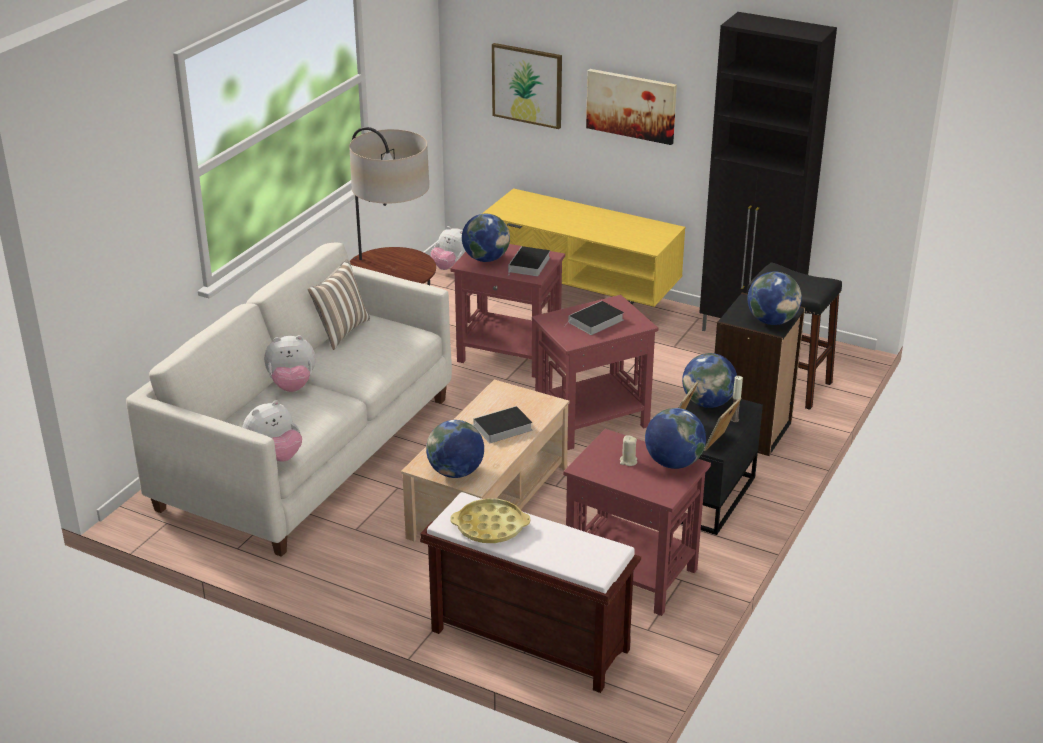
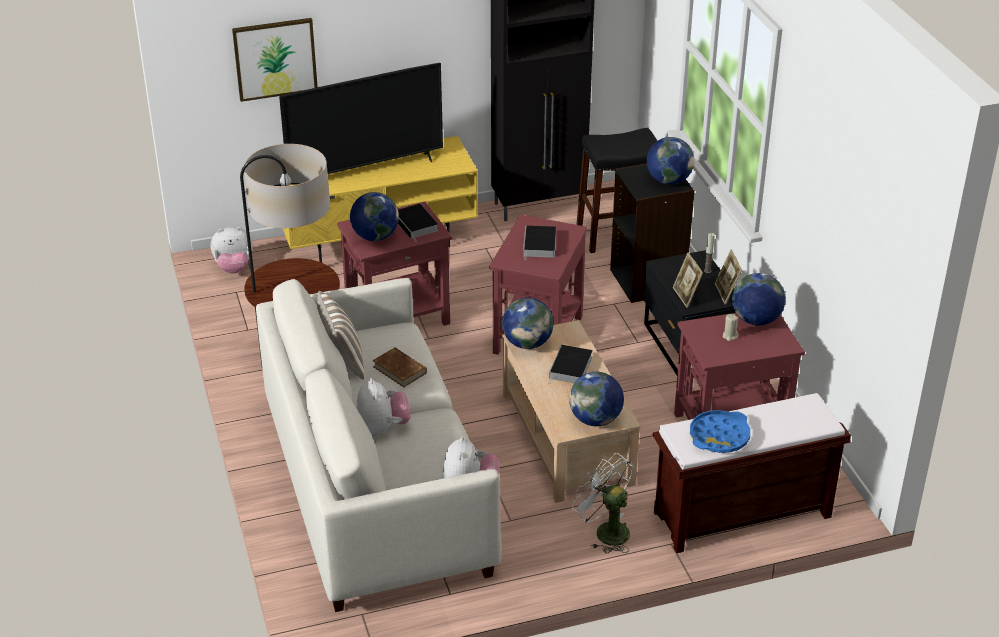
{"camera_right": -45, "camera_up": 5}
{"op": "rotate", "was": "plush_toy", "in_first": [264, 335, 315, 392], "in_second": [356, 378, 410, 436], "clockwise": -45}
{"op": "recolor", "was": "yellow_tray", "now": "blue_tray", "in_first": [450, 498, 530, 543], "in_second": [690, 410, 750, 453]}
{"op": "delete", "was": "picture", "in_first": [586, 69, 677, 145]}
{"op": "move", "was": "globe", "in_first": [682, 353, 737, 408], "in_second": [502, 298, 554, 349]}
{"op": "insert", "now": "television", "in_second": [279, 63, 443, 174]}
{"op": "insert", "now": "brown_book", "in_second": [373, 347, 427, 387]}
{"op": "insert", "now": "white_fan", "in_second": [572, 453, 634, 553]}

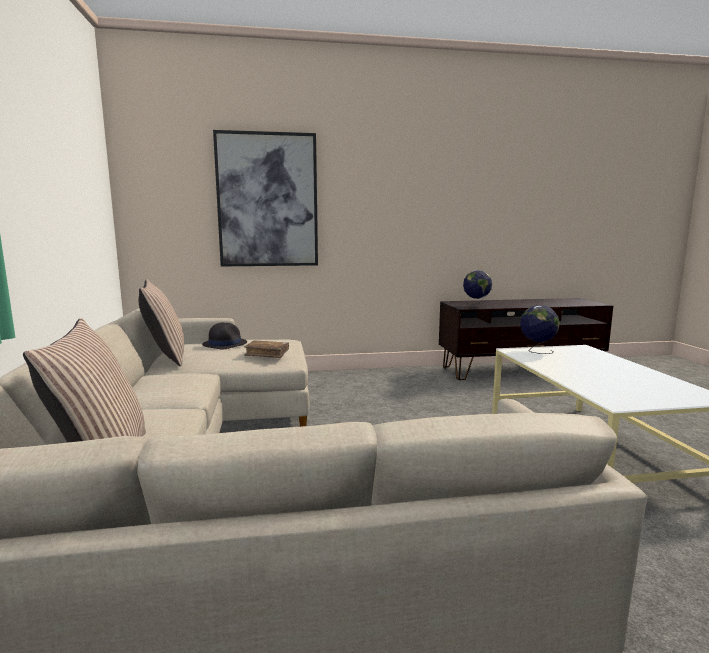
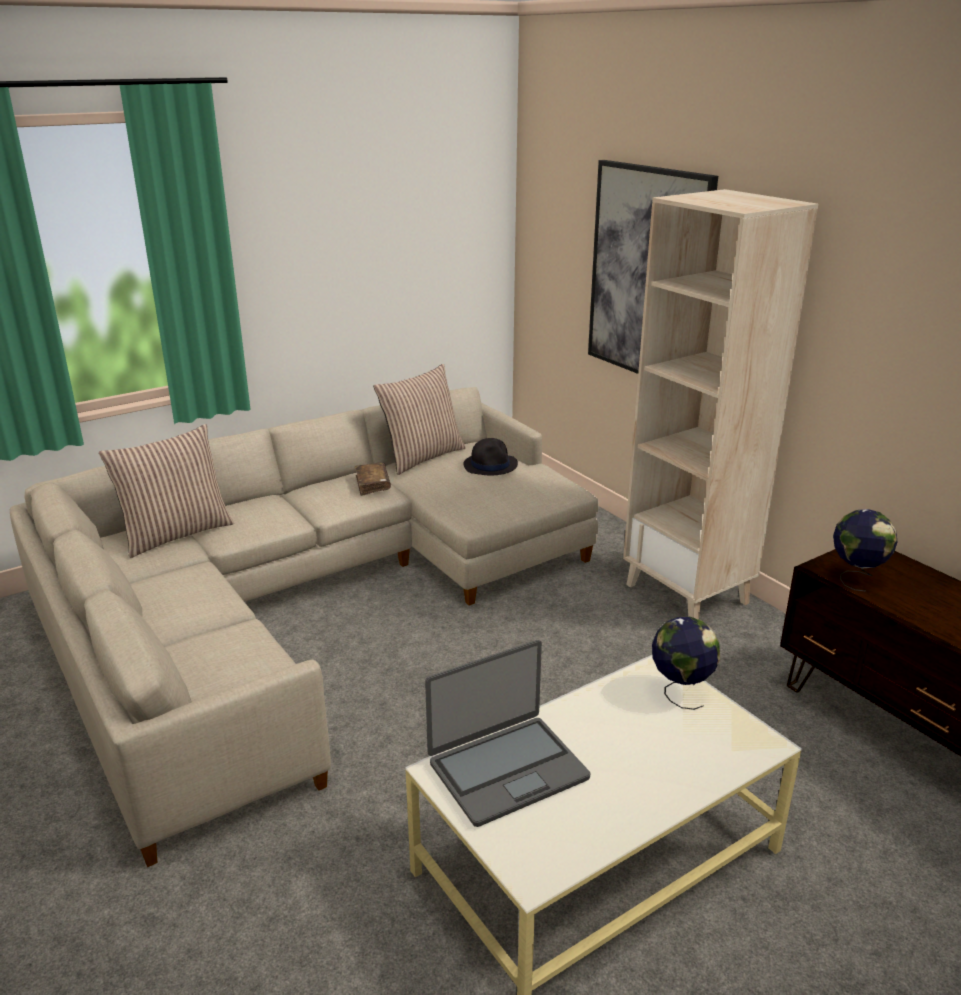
{"camera_right": 65, "camera_up": 15}
{"op": "move", "was": "brown_book", "in_first": [244, 340, 289, 358], "in_second": [355, 462, 391, 496]}
{"op": "insert", "now": "laptop", "in_second": [425, 640, 590, 827]}
{"op": "insert", "now": "beige_bookcase", "in_second": [623, 189, 818, 620]}

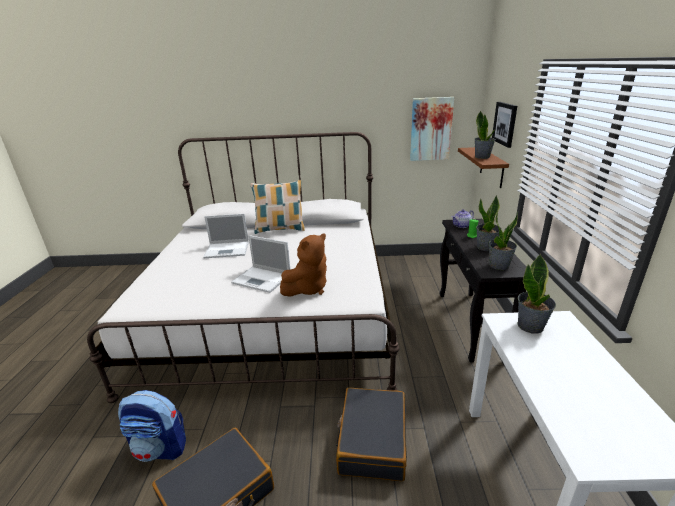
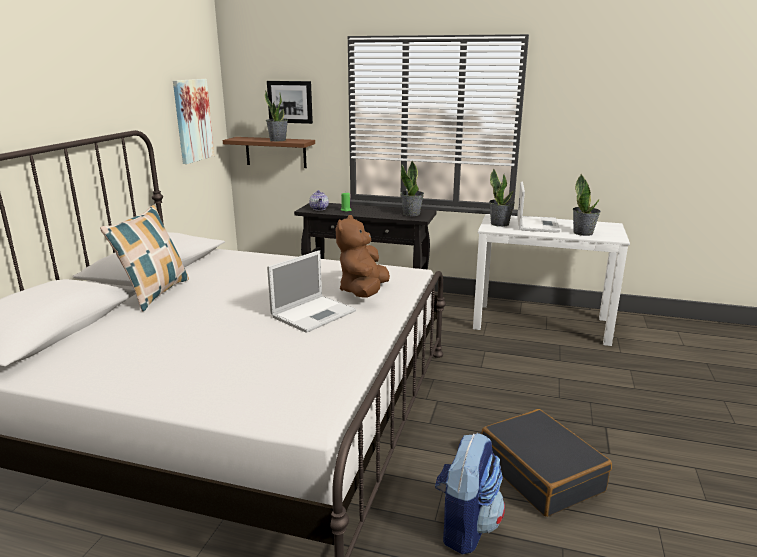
{"camera_right": -75, "camera_up": -5}
{"op": "move", "was": "laptop", "in_first": [203, 214, 249, 258], "in_second": [517, 181, 560, 233]}
{"op": "rotate", "was": "brown_plush_toy", "in_first": [280, 233, 327, 297], "in_second": [335, 215, 390, 298], "clockwise": -135}
{"op": "delete", "was": "black_suitcase", "in_first": [336, 388, 407, 481]}
{"op": "move", "was": "potted_plant", "in_first": [476, 195, 502, 251], "in_second": [573, 174, 601, 236]}

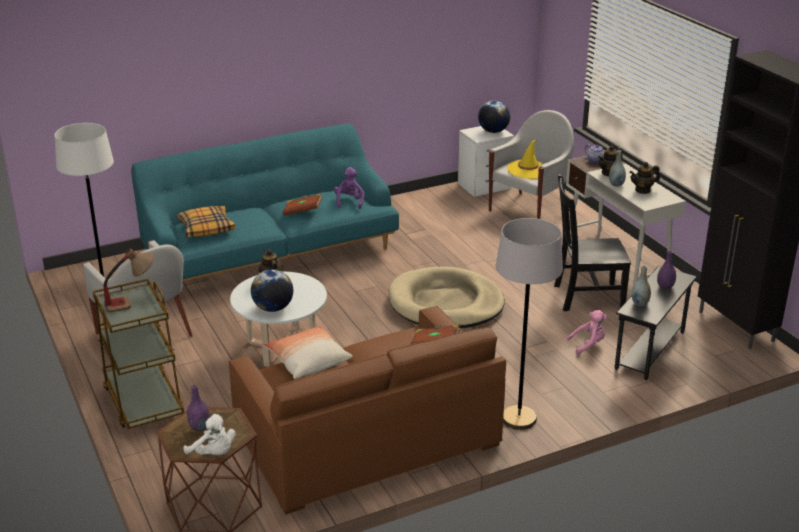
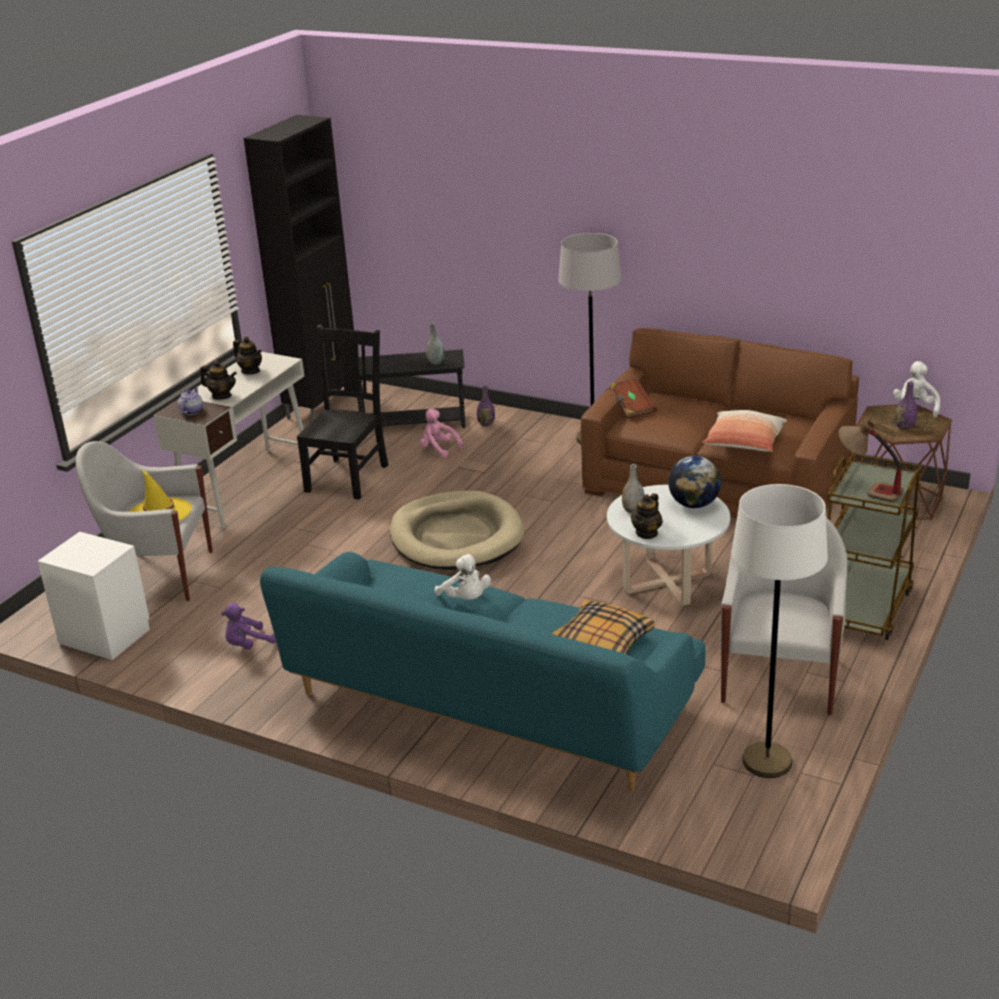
{"camera_right": -125, "camera_up": 0}
{"op": "replace", "was": "brown_book", "now": "white_plush_toy", "in_first": [283, 193, 322, 216], "in_second": [435, 554, 491, 600]}
{"op": "move", "was": "purple_plush_toy", "in_first": [334, 167, 364, 209], "in_second": [221, 603, 276, 650]}
{"op": "delete", "was": "globe", "in_first": [478, 101, 510, 133]}
{"op": "rotate", "was": "black_chair", "in_first": [554, 174, 631, 312], "in_second": [297, 325, 389, 500], "clockwise": -120}
{"op": "move", "was": "grey_vase", "in_first": [609, 150, 626, 187], "in_second": [622, 464, 645, 514]}
{"op": "move", "was": "purple_vase", "in_first": [657, 251, 676, 289], "in_second": [477, 386, 495, 426]}

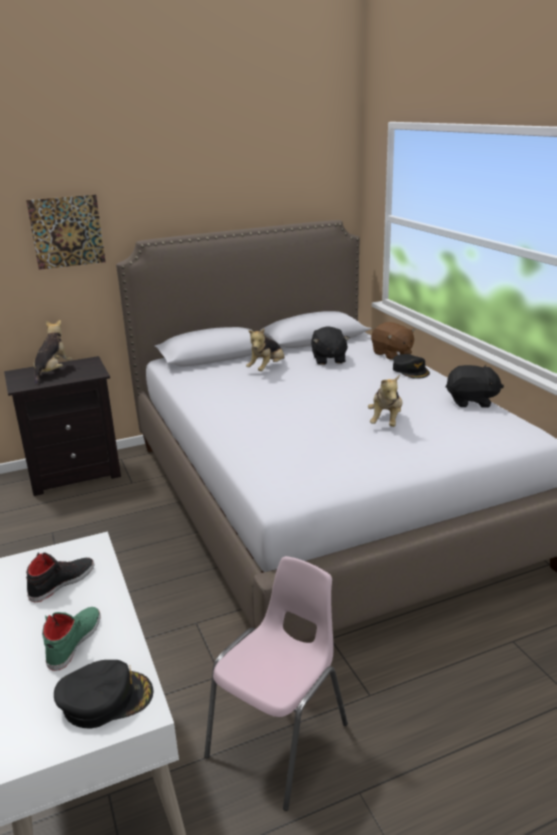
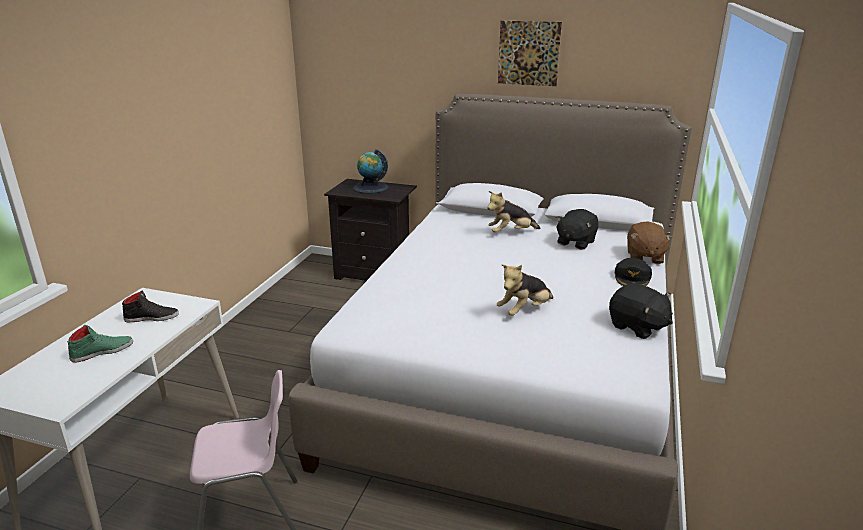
{"camera_right": 40, "camera_up": 0}
{"op": "move", "was": "picture", "in_first": [26, 195, 106, 270], "in_second": [498, 21, 562, 86]}
{"op": "replace", "was": "plush_toy", "now": "globe", "in_first": [34, 320, 72, 385], "in_second": [353, 149, 389, 194]}
{"op": "delete", "was": "black_cap", "in_first": [54, 660, 153, 728]}

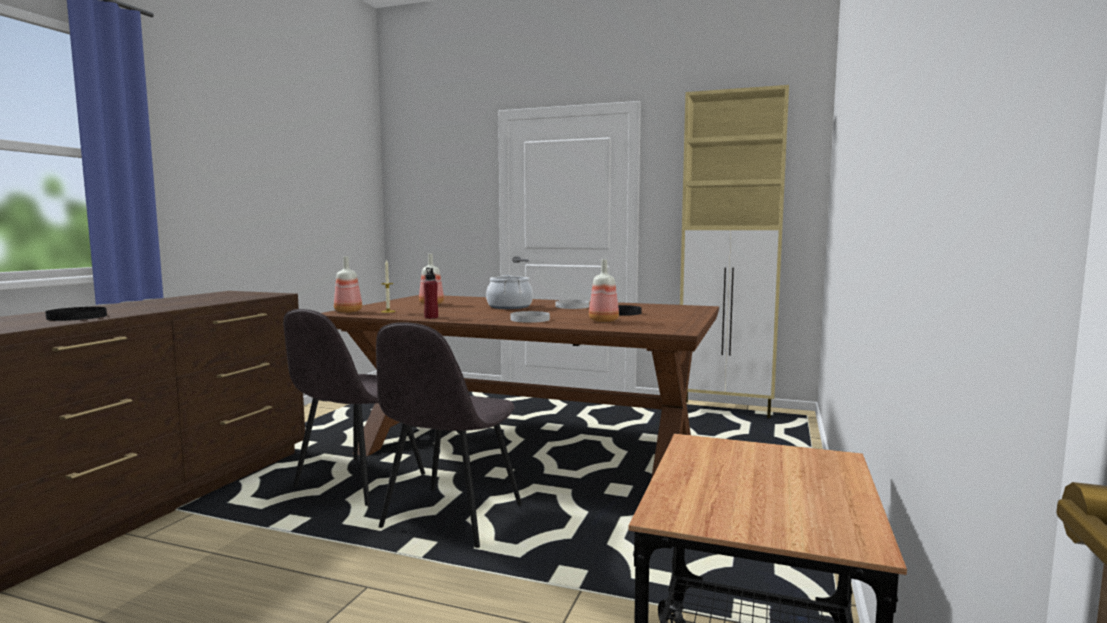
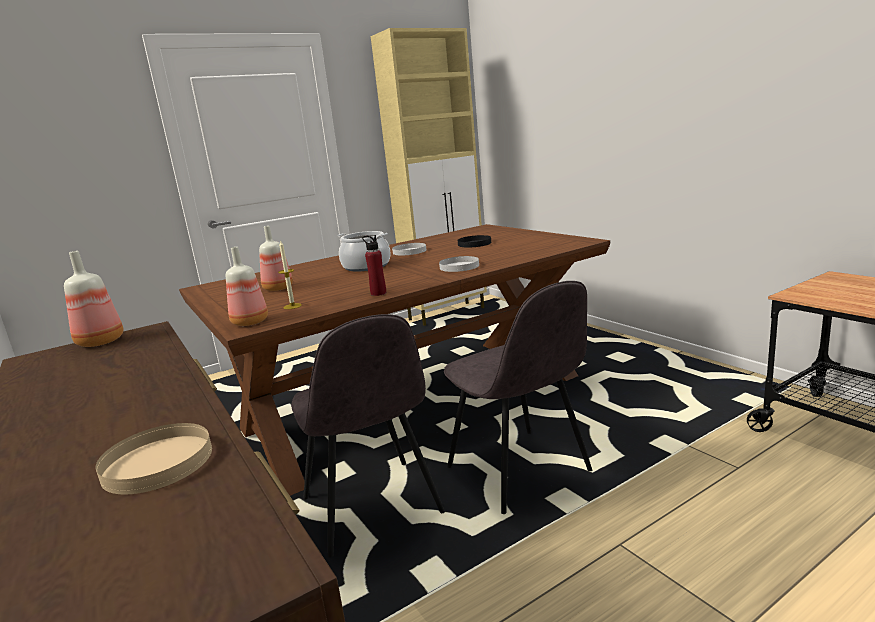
{"camera_right": -50, "camera_up": 10}
{"op": "recolor", "was": "black_plate", "now": "beige_plate", "in_first": [45, 307, 107, 321], "in_second": [96, 423, 212, 494]}
{"op": "move", "was": "bottle", "in_first": [589, 259, 619, 322], "in_second": [64, 251, 123, 347]}

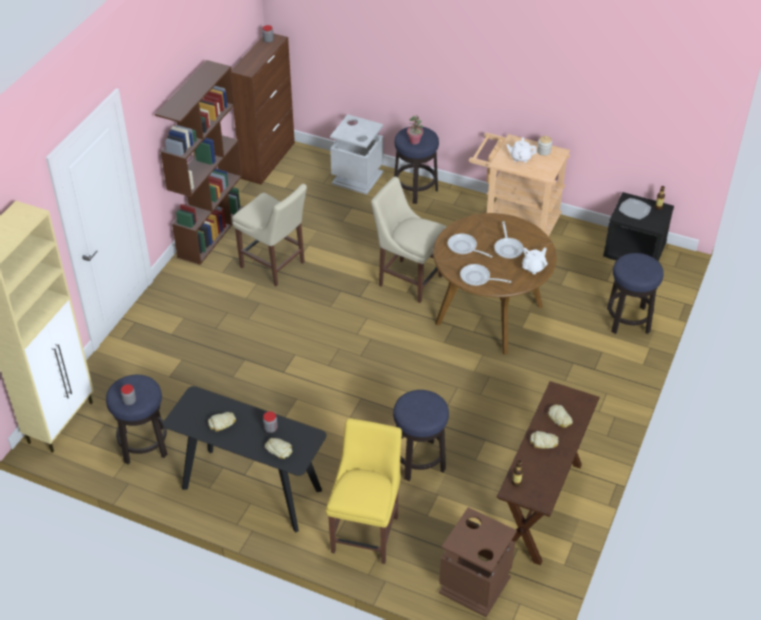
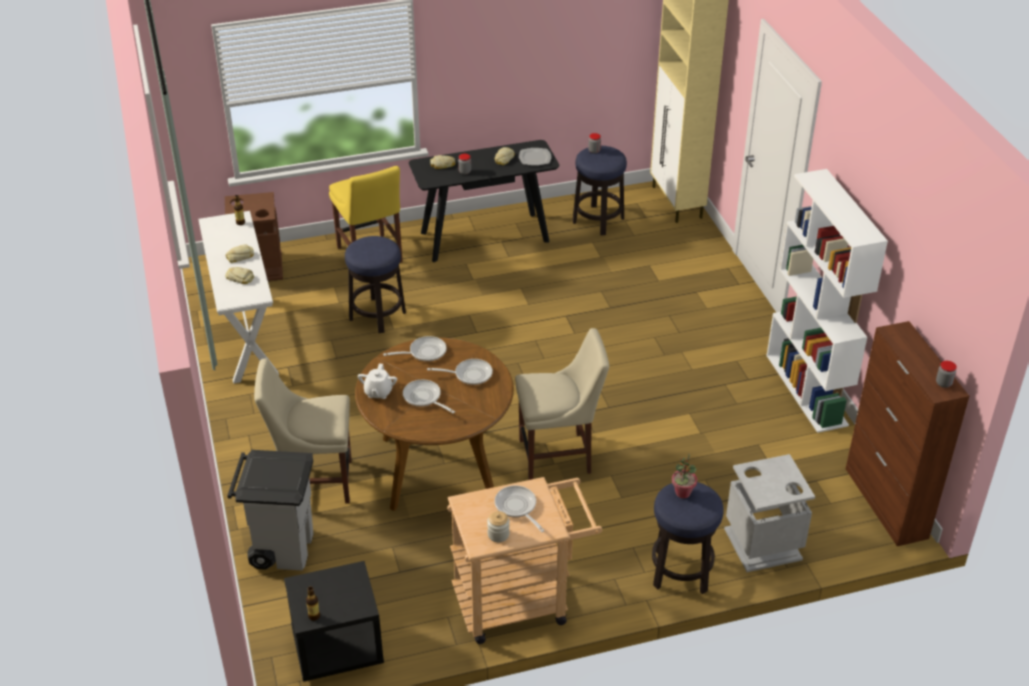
{"camera_right": 140, "camera_up": -5}
{"op": "recolor", "was": "brown_bookcase", "now": "white_bookcase", "in_first": [155, 60, 243, 265], "in_second": [766, 169, 888, 433]}
{"op": "move", "was": "beige_chair", "in_first": [232, 184, 307, 287], "in_second": [254, 358, 352, 504]}
{"op": "recolor", "was": "brown_console_table", "now": "white_console_table", "in_first": [496, 381, 600, 565], "in_second": [198, 211, 279, 384]}
{"op": "replace", "was": "white_teapot", "now": "frying_pan", "in_first": [507, 137, 537, 163], "in_second": [495, 486, 545, 532]}
{"op": "replace", "was": "stool", "now": "grey_trash_can", "in_first": [607, 253, 664, 334], "in_second": [227, 450, 313, 570]}
{"op": "move", "was": "plate", "in_first": [619, 198, 651, 220], "in_second": [519, 148, 552, 165]}

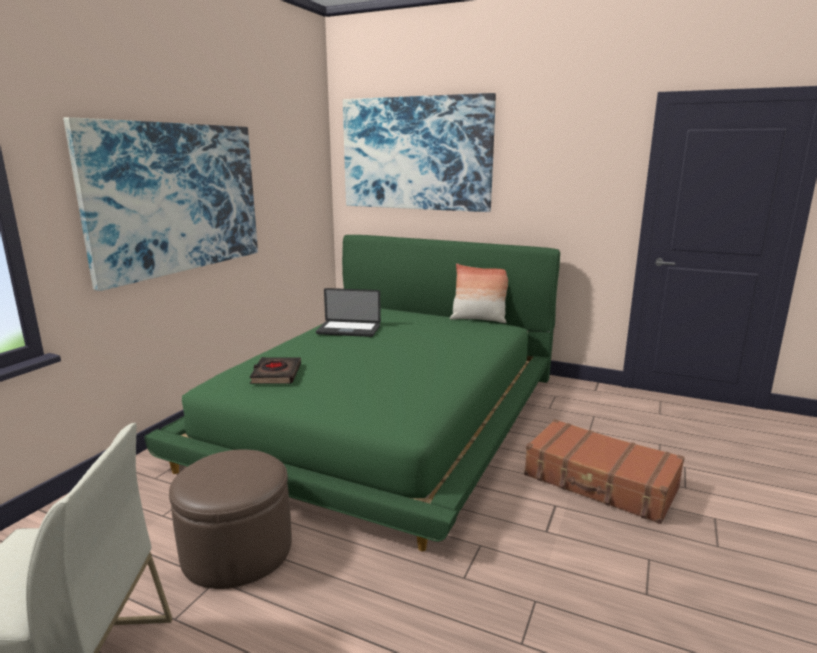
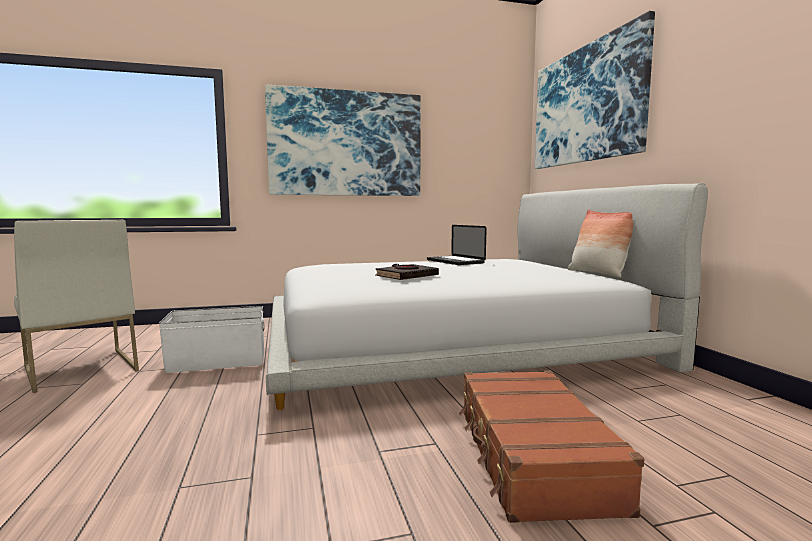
{"camera_right": 50, "camera_up": -10}
{"op": "recolor", "was": "green_bed", "now": "white_bed", "in_first": [144, 235, 560, 551], "in_second": [266, 183, 708, 410]}
{"op": "replace", "was": "brown_ottoman", "now": "white_storage_box", "in_first": [169, 450, 292, 589], "in_second": [159, 306, 265, 373]}
{"op": "move", "was": "black_book", "in_first": [250, 357, 301, 384], "in_second": [375, 264, 439, 280]}

